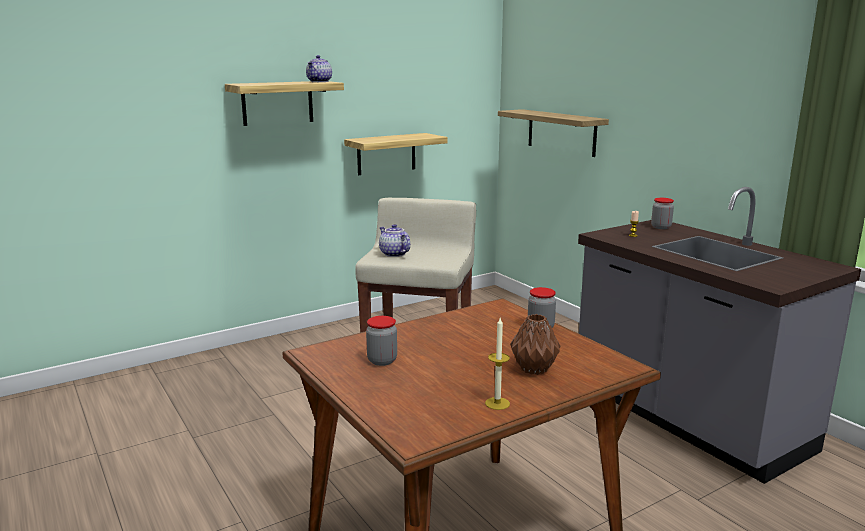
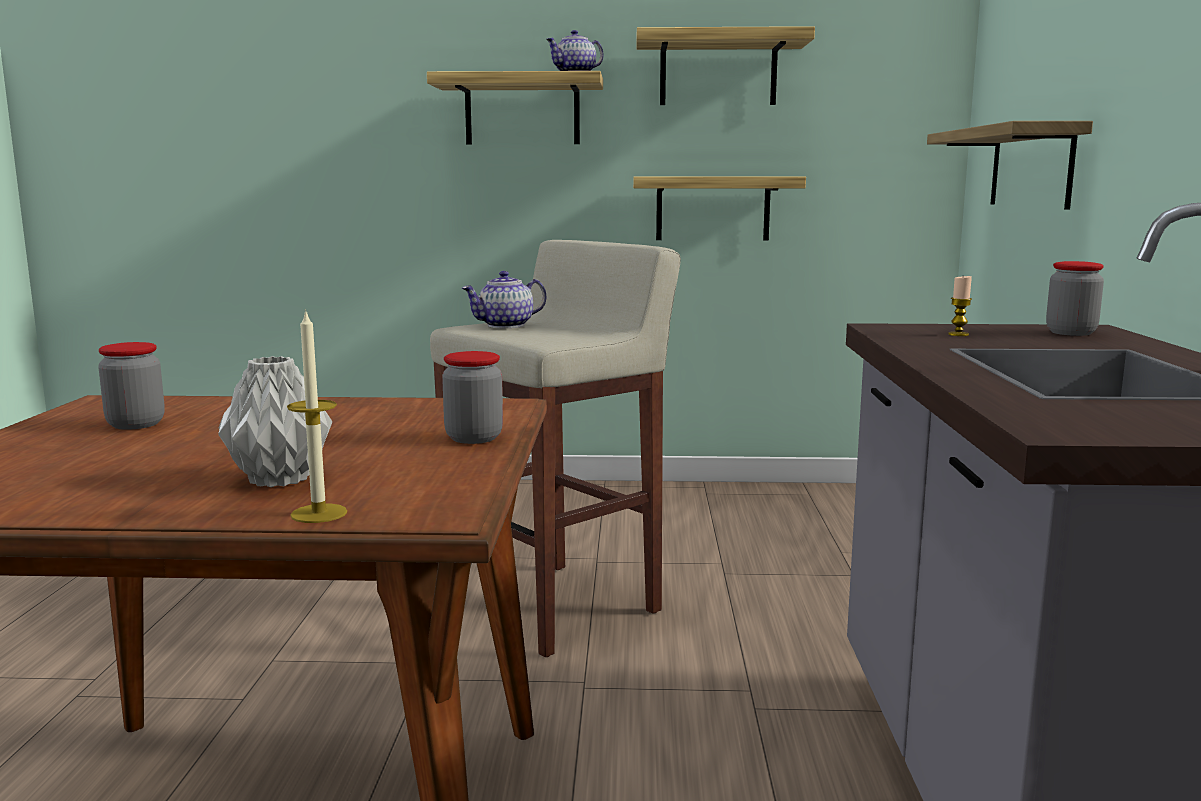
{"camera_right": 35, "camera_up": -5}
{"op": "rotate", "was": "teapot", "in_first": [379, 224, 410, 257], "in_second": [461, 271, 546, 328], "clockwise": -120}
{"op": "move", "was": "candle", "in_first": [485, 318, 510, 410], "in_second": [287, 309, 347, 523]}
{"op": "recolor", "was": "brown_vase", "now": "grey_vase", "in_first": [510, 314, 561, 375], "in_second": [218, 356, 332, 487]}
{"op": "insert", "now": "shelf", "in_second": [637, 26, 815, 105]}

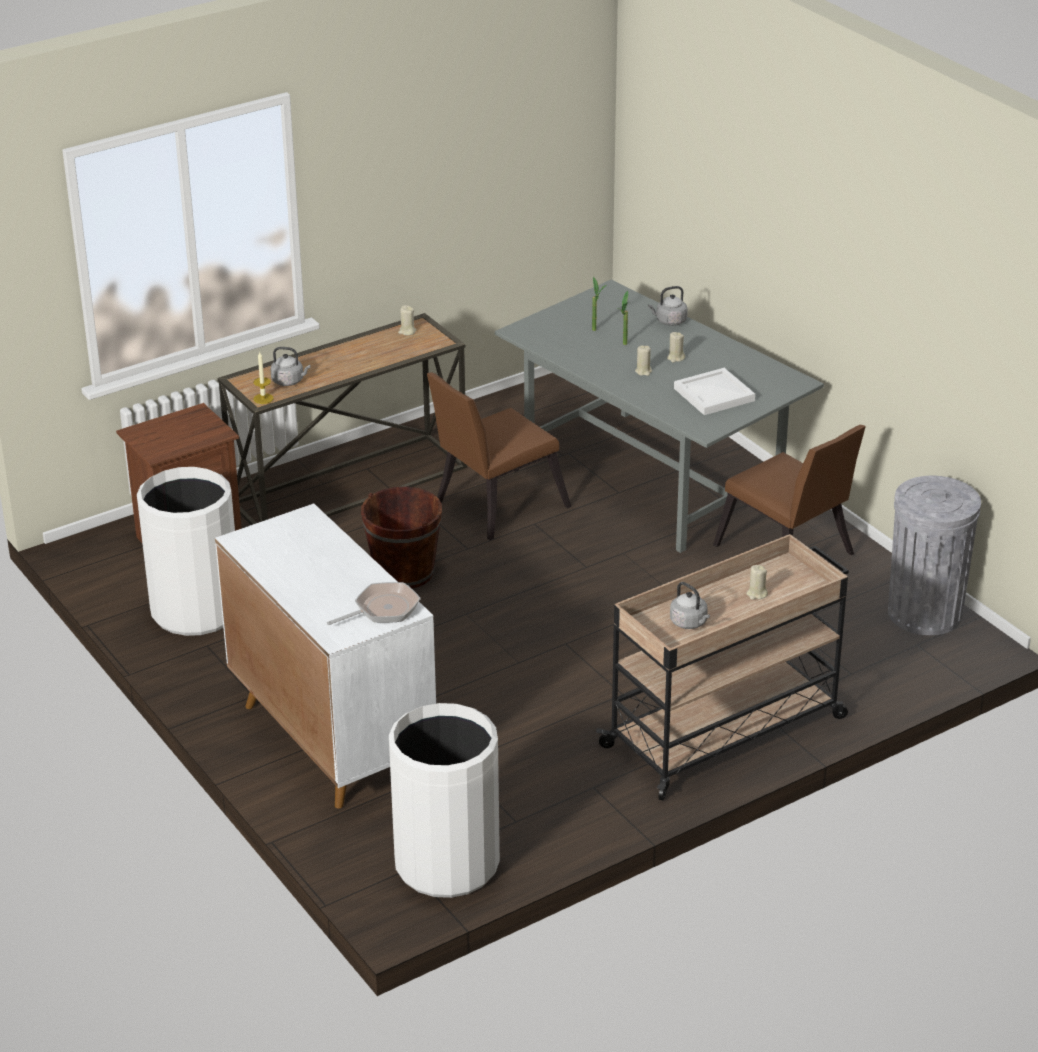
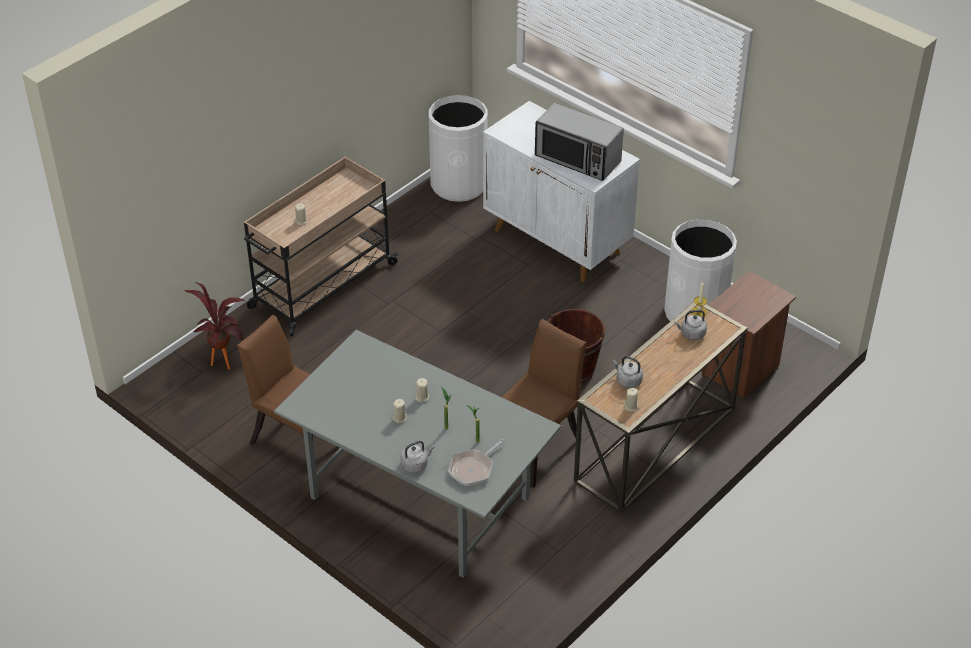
{"camera_right": 165, "camera_up": 10}
{"op": "move", "was": "frying_pan", "in_first": [327, 582, 421, 625], "in_second": [448, 439, 504, 486]}
{"op": "move", "was": "grey_kettle", "in_first": [670, 582, 710, 629], "in_second": [613, 356, 643, 388]}
{"op": "delete", "was": "white_tray", "in_first": [674, 368, 755, 415]}
{"op": "delete", "was": "grey_trash_can", "in_first": [888, 476, 981, 635]}
{"op": "insert", "now": "potted_plant", "in_second": [185, 282, 246, 369]}
{"op": "insert", "now": "microwave", "in_second": [535, 103, 624, 181]}

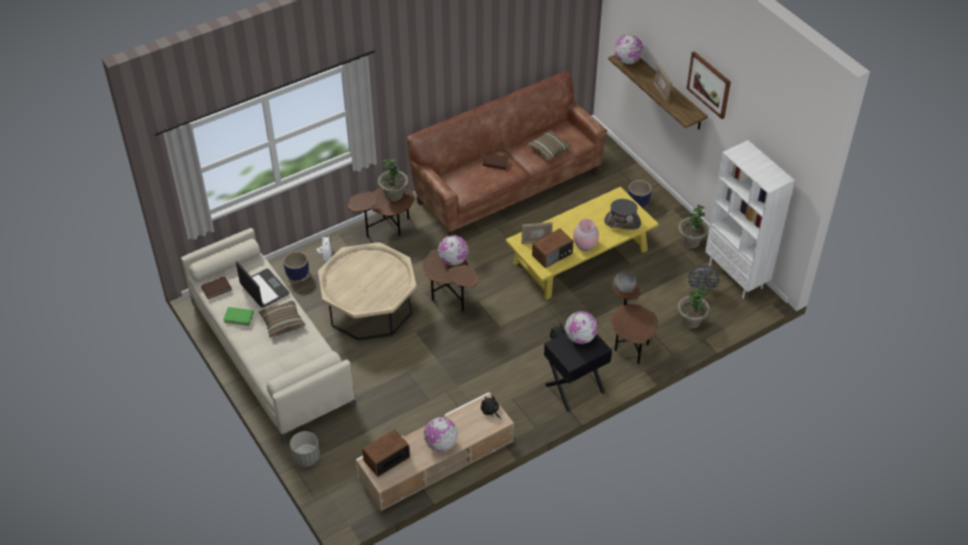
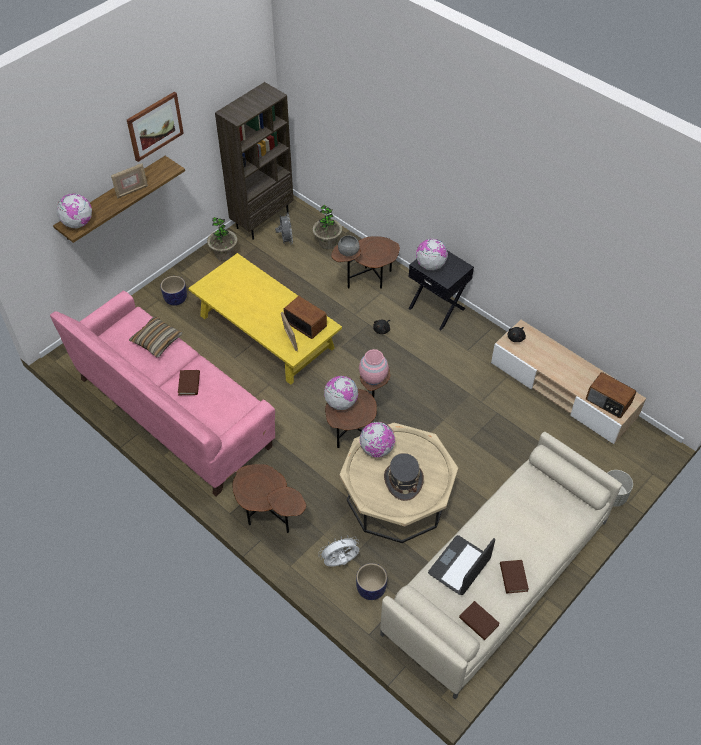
{"camera_right": -105, "camera_up": 5}
{"op": "recolor", "was": "green_book", "now": "brown_book", "in_first": [223, 307, 254, 326], "in_second": [500, 560, 529, 593]}
{"op": "delete", "was": "pillow", "in_first": [259, 301, 305, 338]}
{"op": "delete", "was": "potted_plant", "in_first": [378, 158, 408, 201]}
{"op": "recolor", "was": "brown_sofa", "now": "pink_sofa", "in_first": [407, 71, 607, 236], "in_second": [50, 290, 275, 496]}
{"op": "move", "was": "globe", "in_first": [424, 417, 458, 452], "in_second": [360, 422, 395, 458]}
{"op": "move", "was": "pink_vase", "in_first": [573, 219, 599, 251], "in_second": [359, 349, 389, 385]}
{"op": "move", "was": "grey_hat", "in_first": [604, 199, 641, 230], "in_second": [384, 453, 424, 501]}
{"op": "recolor", "was": "white_bookcase", "now": "brown_bookcase", "in_first": [705, 140, 795, 299], "in_second": [215, 82, 294, 240]}

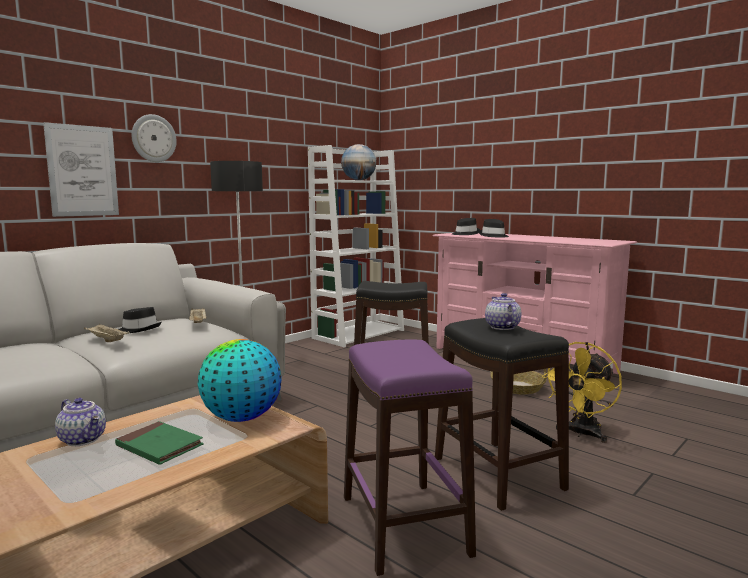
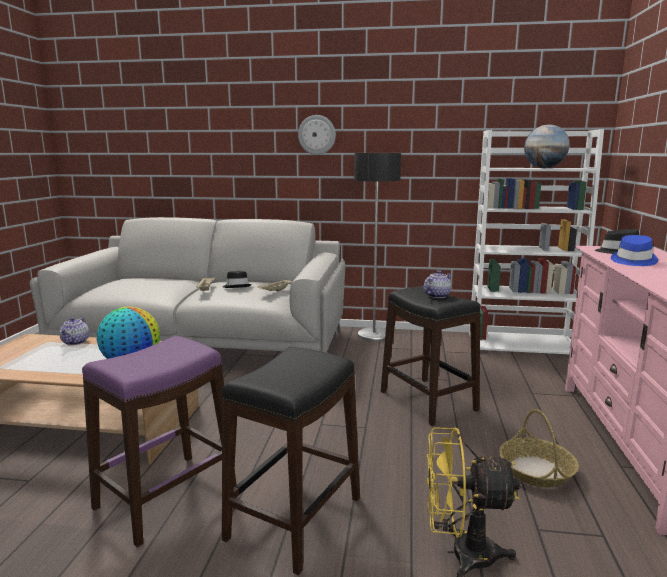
{"camera_right": 55, "camera_up": 5}
{"op": "delete", "was": "picture", "in_first": [43, 122, 119, 217]}
{"op": "delete", "was": "green_book", "in_first": [115, 421, 204, 465]}
{"op": "recolor", "was": "black_hat", "now": "blue_hat", "in_first": [479, 219, 509, 237], "in_second": [611, 235, 658, 266]}
{"op": "move", "was": "teapot", "in_first": [485, 293, 522, 330], "in_second": [423, 270, 451, 298]}

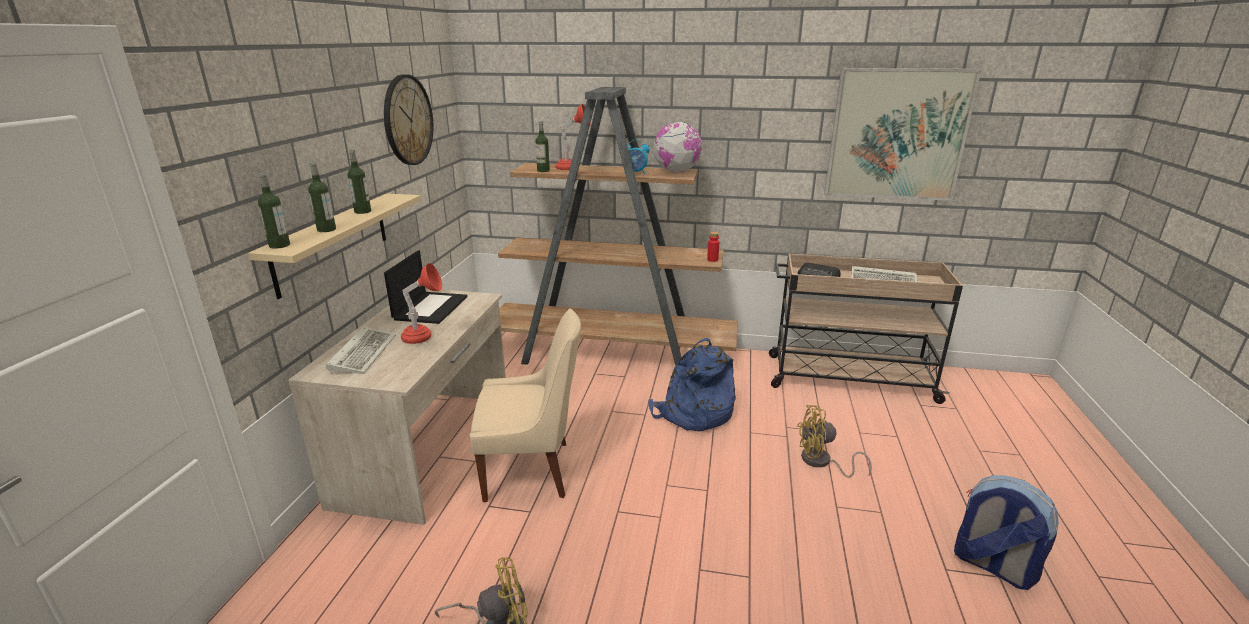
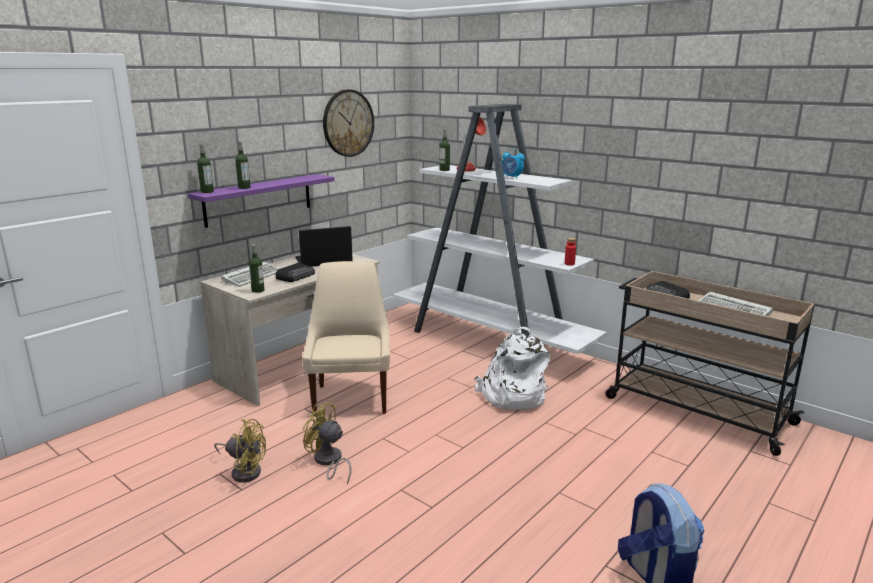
{"camera_right": 30, "camera_up": -5}
{"op": "recolor", "was": "beige_shelf", "now": "purple_shelf", "in_first": [248, 194, 421, 299], "in_second": [188, 174, 335, 228]}
{"op": "move", "was": "bottle", "in_first": [347, 150, 371, 214], "in_second": [249, 244, 265, 293]}
{"op": "rotate", "was": "laptop", "in_first": [384, 250, 467, 324], "in_second": [296, 226, 353, 267], "clockwise": -150}
{"op": "replace", "was": "red_table_lamp", "now": "radio", "in_first": [401, 263, 442, 344], "in_second": [276, 263, 315, 282]}
{"op": "rotate", "was": "beige_chair", "in_first": [470, 308, 581, 502], "in_second": [302, 261, 390, 416], "clockwise": -120}
{"op": "recolor", "was": "brown_bookcase", "now": "white_bookcase", "in_first": [498, 87, 738, 366], "in_second": [393, 104, 607, 354]}
{"op": "recolor", "was": "blue_backpack", "now": "white_backpack", "in_first": [648, 338, 736, 431], "in_second": [475, 327, 551, 410]}
{"op": "delete", "was": "globe", "in_first": [653, 122, 702, 172]}
{"op": "move", "was": "yellow_fan", "in_first": [797, 405, 872, 478], "in_second": [302, 403, 351, 484]}
{"op": "delete", "was": "picture", "in_first": [824, 68, 982, 201]}

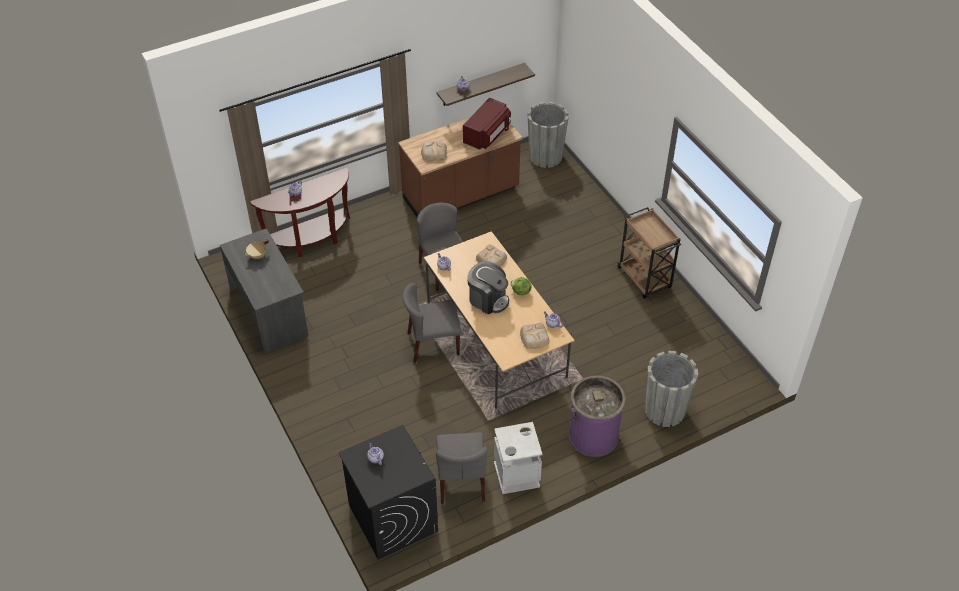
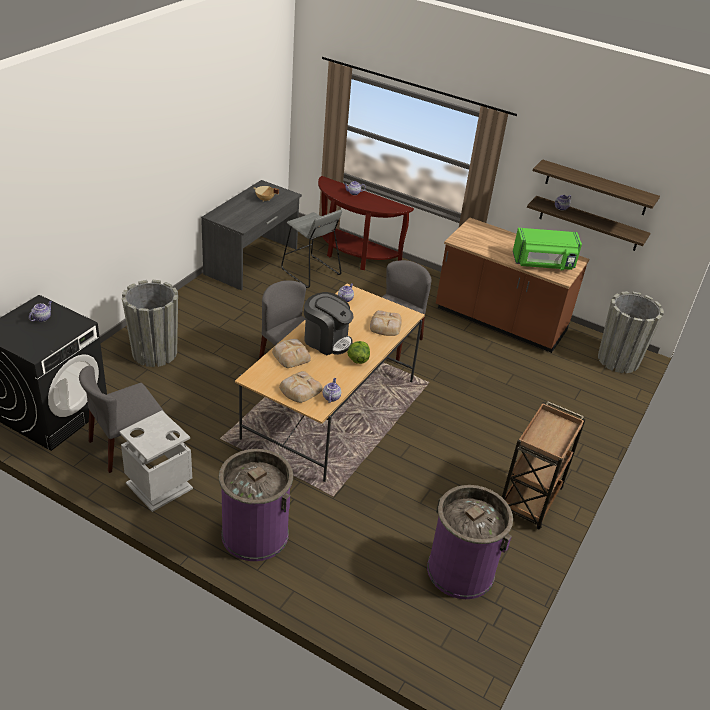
{"camera_right": 55, "camera_up": -10}
{"op": "move", "was": "bread", "in_first": [421, 141, 447, 160], "in_second": [272, 339, 311, 368]}
{"op": "recolor", "was": "red_microwave", "now": "green_microwave", "in_first": [463, 98, 511, 150], "in_second": [513, 228, 582, 270]}
{"op": "rotate", "was": "coffee_machine", "in_first": [468, 261, 509, 314], "in_second": [304, 292, 354, 355], "clockwise": -60}
{"op": "move", "was": "grey_planter", "in_first": [645, 351, 698, 427], "in_second": [122, 280, 178, 367]}
{"op": "insert", "now": "grey_stool", "in_second": [281, 210, 342, 288]}
{"op": "insert", "now": "purple_trash_can", "in_second": [427, 485, 513, 599]}
{"op": "insert", "now": "shelf", "in_second": [533, 159, 660, 215]}

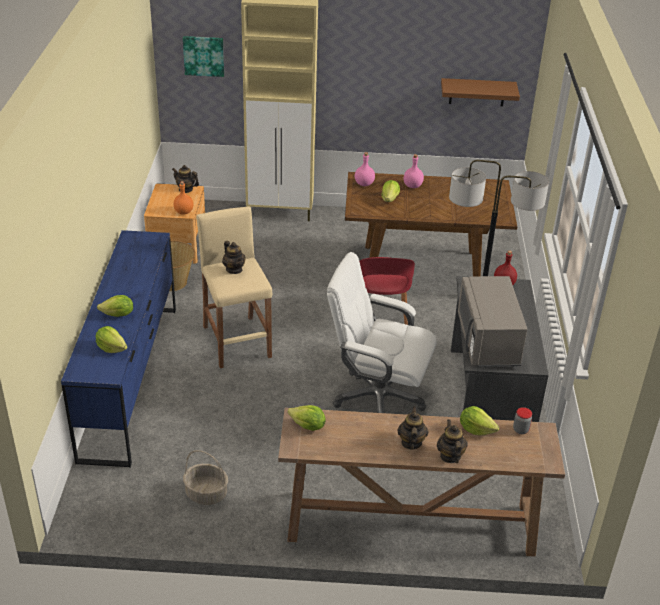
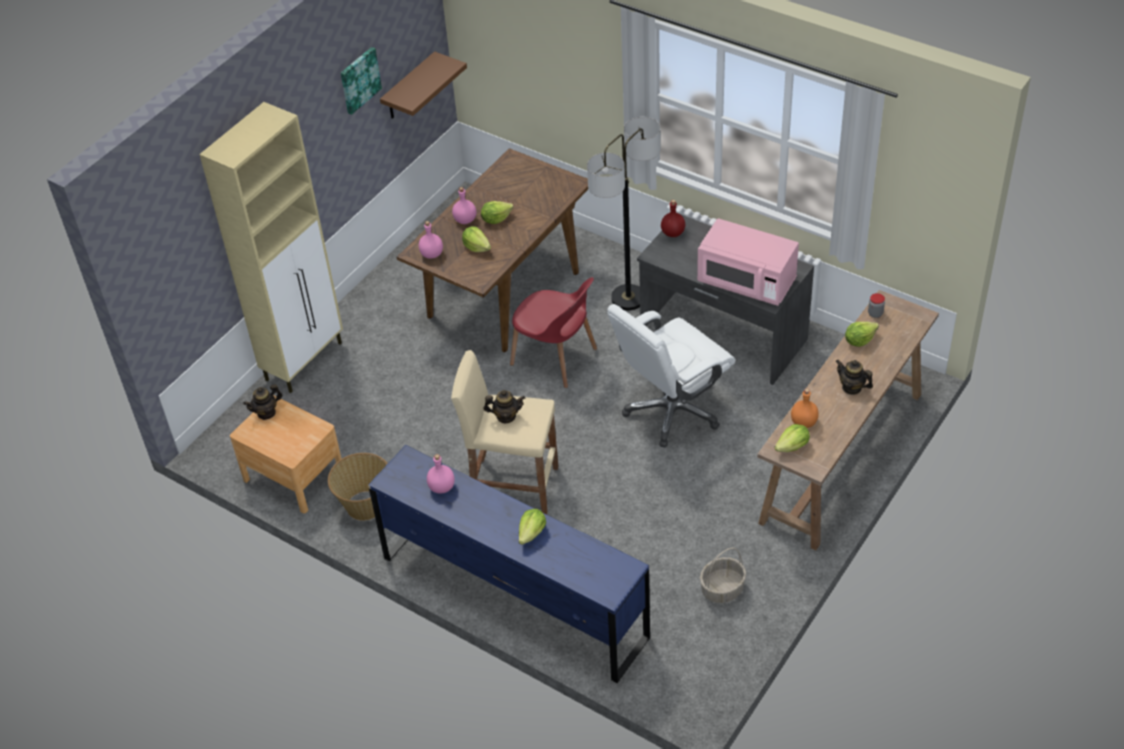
{"camera_right": -55, "camera_up": 10}
{"op": "move", "was": "lettuce", "in_first": [96, 326, 127, 353], "in_second": [481, 201, 514, 224]}
{"op": "move", "was": "orange_bottle", "in_first": [173, 181, 193, 214], "in_second": [791, 389, 819, 428]}
{"op": "move", "was": "picture", "in_first": [183, 36, 224, 77], "in_second": [341, 47, 382, 115]}
{"op": "delete", "was": "teapot", "in_first": [437, 419, 468, 463]}
{"op": "recolor", "was": "grey_microwave", "now": "pink_microwave", "in_first": [458, 276, 527, 368], "in_second": [697, 218, 799, 306]}
{"op": "insert", "now": "pink_bottle", "in_second": [427, 454, 455, 493]}

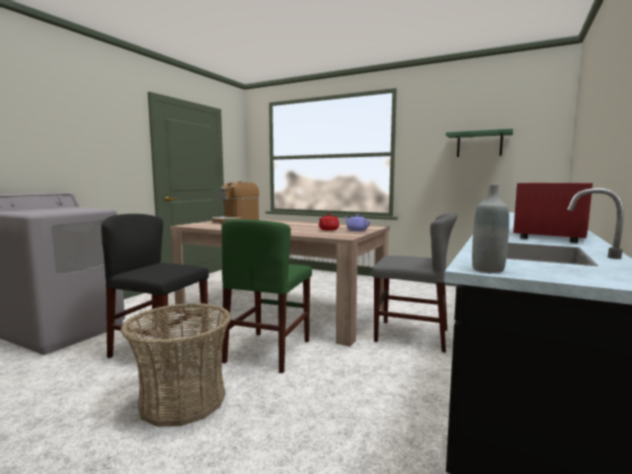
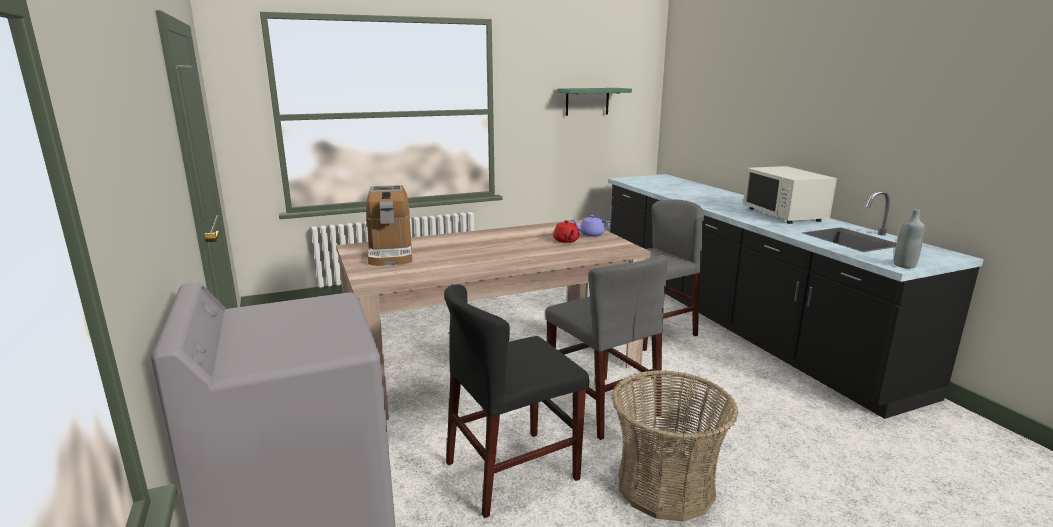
{"camera_right": -50, "camera_up": 10}
{"op": "recolor", "was": "green_chair", "now": "grey_chair", "in_first": [222, 219, 312, 373], "in_second": [545, 255, 668, 440]}
{"op": "recolor", "was": "red_microwave", "now": "white_microwave", "in_first": [513, 183, 593, 243], "in_second": [743, 166, 837, 224]}

